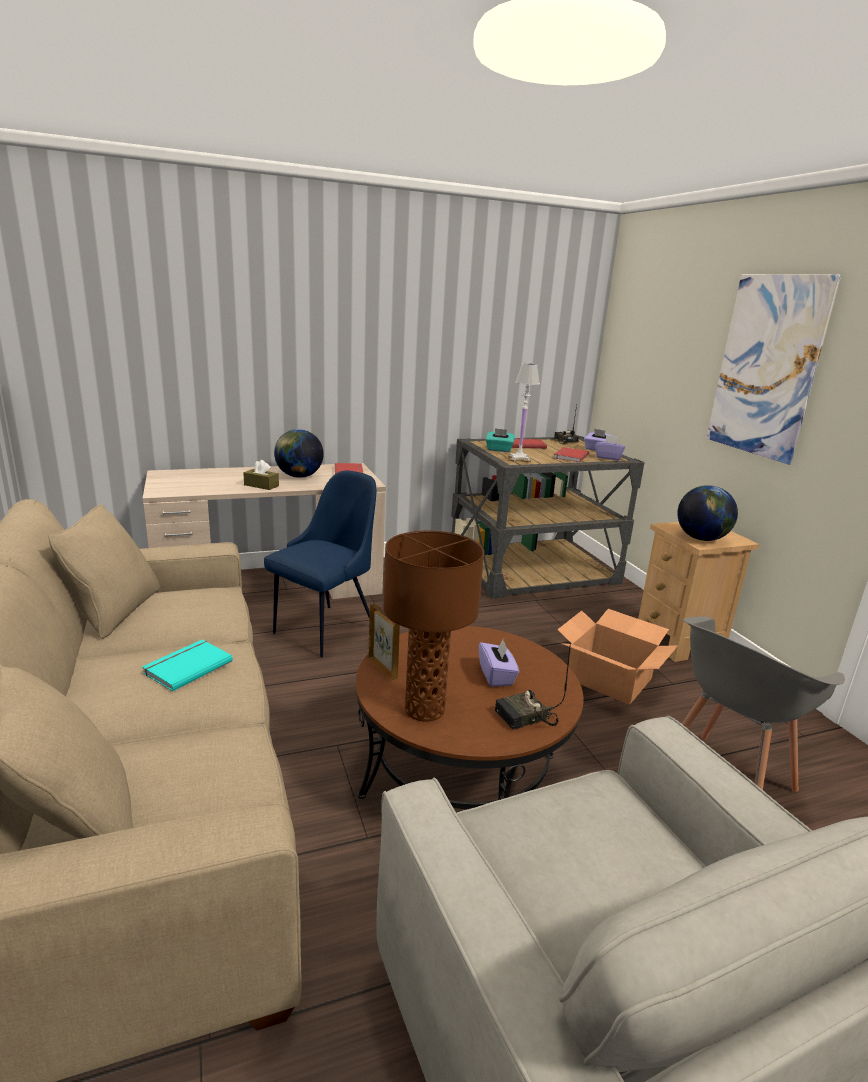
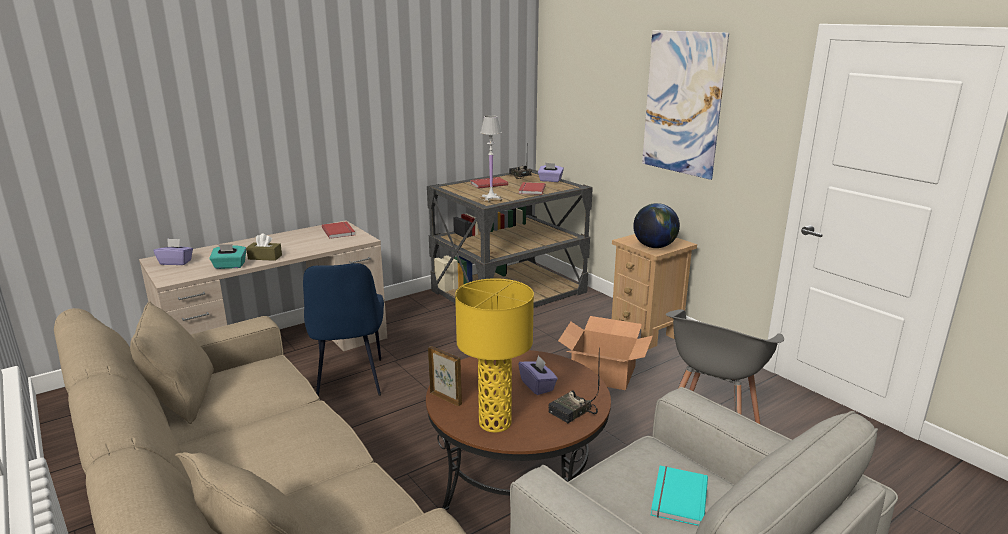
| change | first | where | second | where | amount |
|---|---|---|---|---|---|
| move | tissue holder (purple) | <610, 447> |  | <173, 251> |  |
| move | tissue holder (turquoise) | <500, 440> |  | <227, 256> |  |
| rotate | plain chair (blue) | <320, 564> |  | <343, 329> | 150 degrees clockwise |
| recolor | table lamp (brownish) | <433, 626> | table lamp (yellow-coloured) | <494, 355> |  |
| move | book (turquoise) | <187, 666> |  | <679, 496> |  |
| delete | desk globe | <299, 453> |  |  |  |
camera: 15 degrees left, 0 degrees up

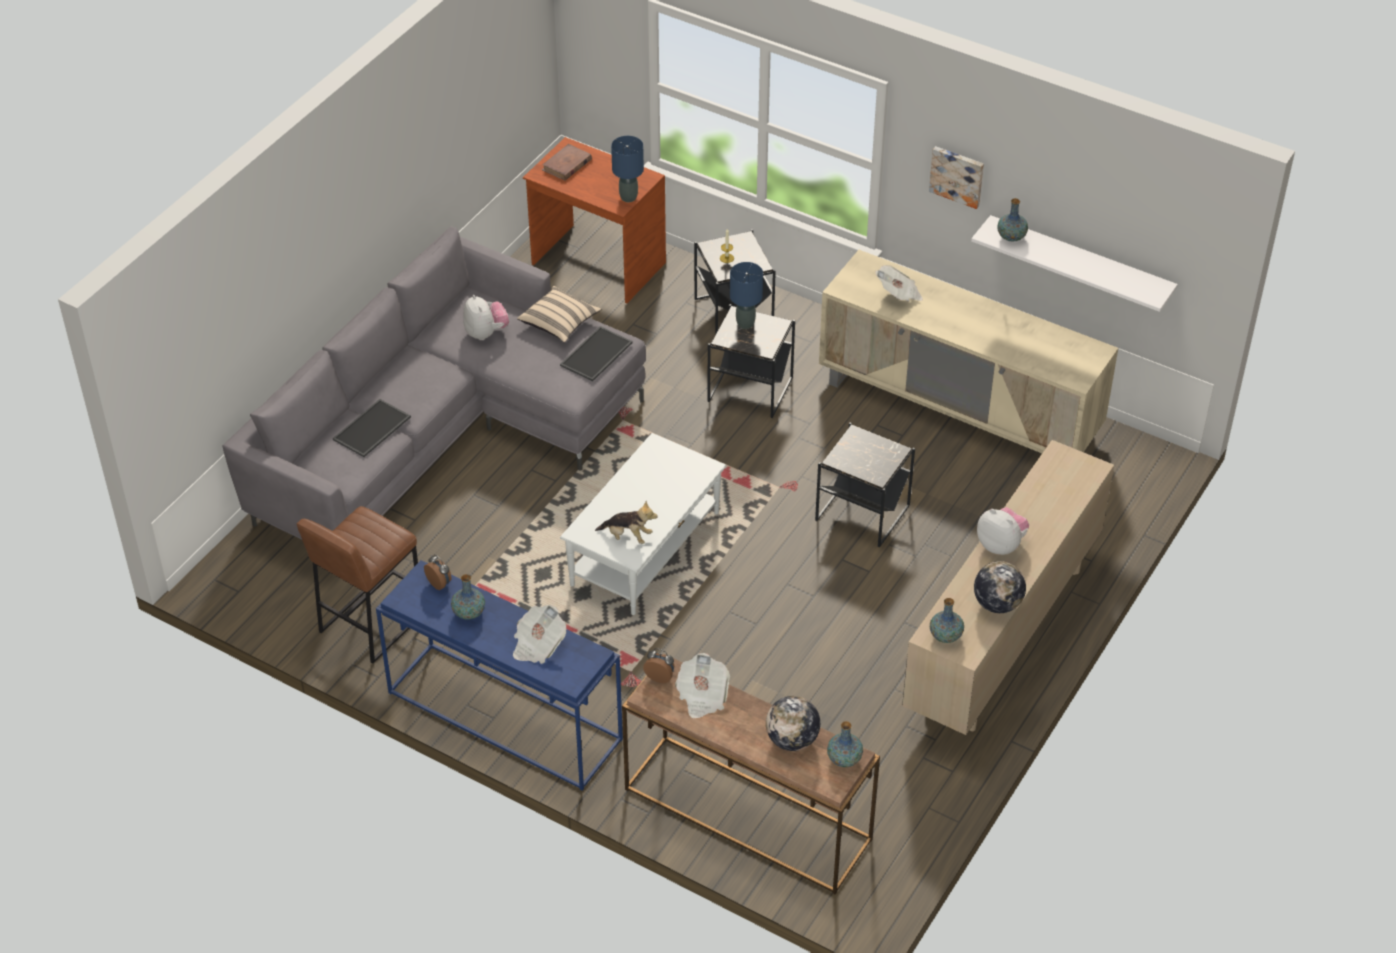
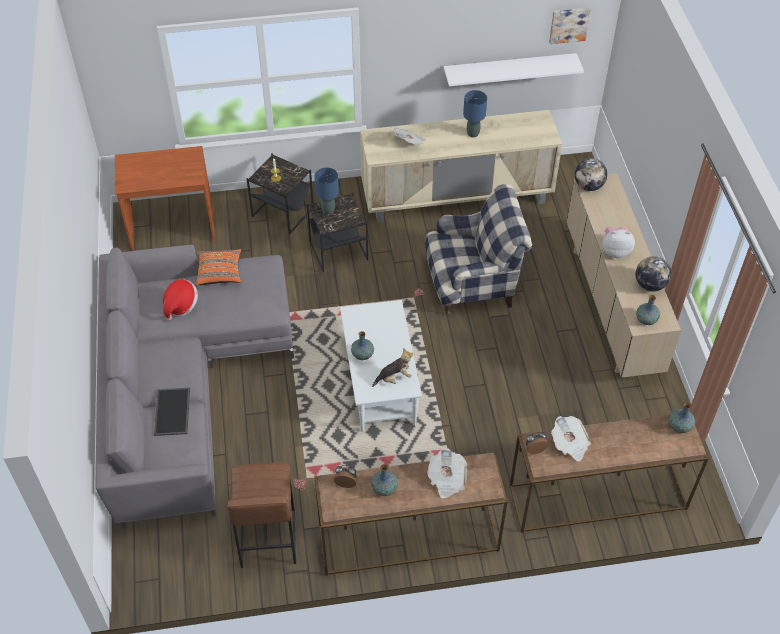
| change | first | where | second | where | amount |
|---|---|---|---|---|---|
| replace | soft toy | <486, 317> | wearable hat | <180, 300> |  |
| recolor | pillow (beige-coloured) | <559, 314> | pillow (orangey) | <218, 267> |  |
| recolor | narrow table (blue) | <499, 675> | narrow table (brownish) | <410, 514> |  |
| move | flower vase | <1012, 219> |  | <362, 345> |  |
| replace | accent table (black-coloured) | <865, 484> | armchair | <478, 249> |  |
| move | table lamp (blue) | <627, 169> |  | <475, 114> |  |
| move | wall picture | <956, 177> |  | <570, 26> |  |
| move | desk globe | <793, 723> |  | <591, 174> |  |
| delete | book (brownish) | <567, 162> |  |  |  |
| delete | tray | <596, 353> |  |  |  |
camera: 40 degrees left, 5 degrees up

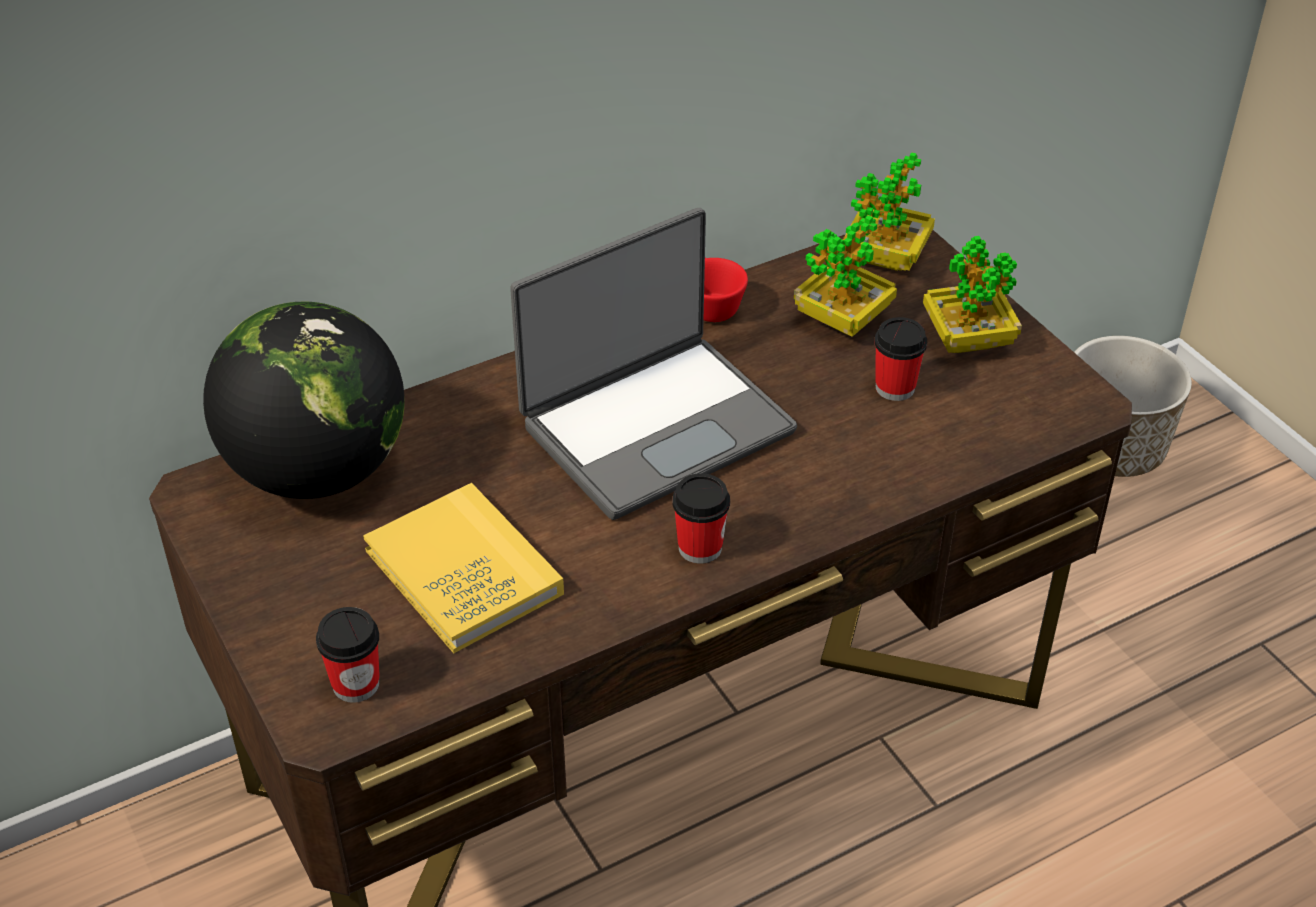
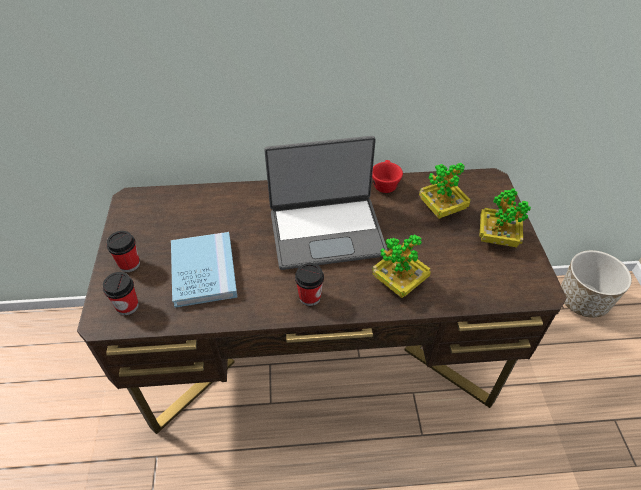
| change | first | where | second | where | amount |
|---|---|---|---|---|---|
| move | cup | <900, 359> |  | <123, 251> |  |
| recolor | book (yellow-coloured) | <463, 568> | book (blue) | <204, 270> |  |
| move | houseplant | <890, 211> |  | <401, 266> |  |
| delete | desk globe | <304, 400> |  |  |  |
camera: 25 degrees right, 5 degrees up

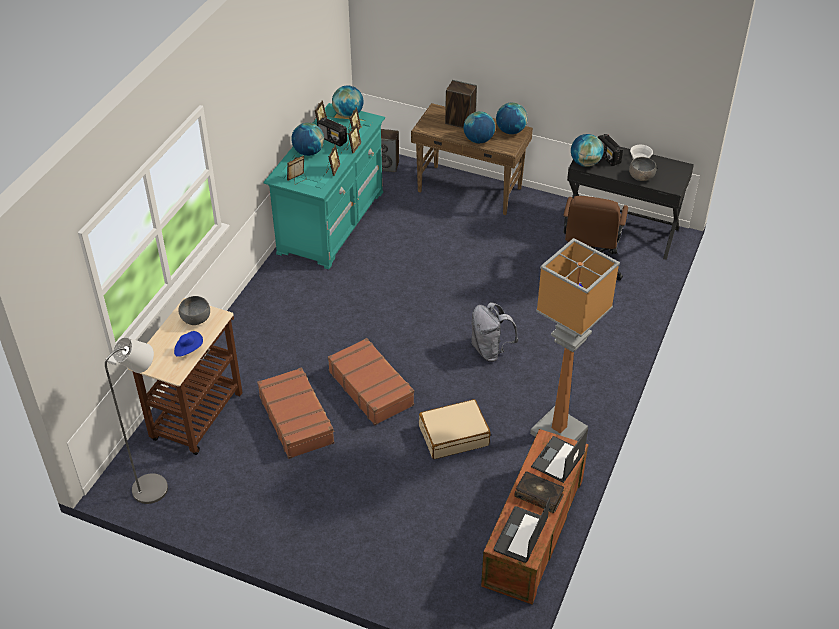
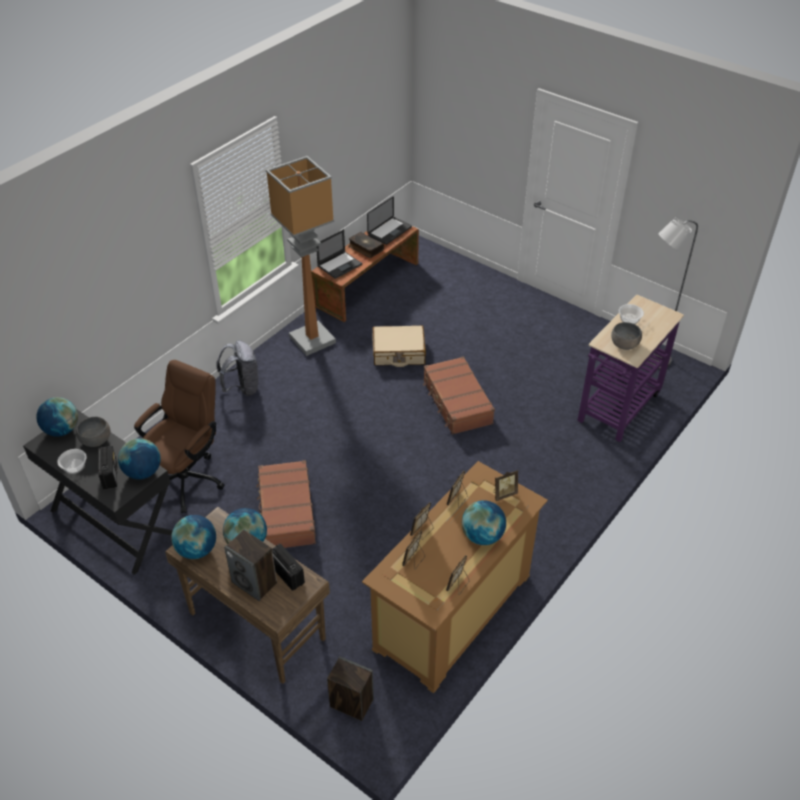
| change | first | where | second | where | amount |
|---|---|---|---|---|---|
| move | desk globe | <347, 101> |  | <57, 417> |  |
| move | backpack (greyish) | <494, 332> |  | <237, 368> |  |
| move | piece of luggage (brownish) | <296, 413> |  | <286, 504> |  |
| move | radio | <332, 132> |  | <288, 567> |  |
| recolor | dresser (turquoise) | <324, 186> | dresser (brownish) | <455, 577> |  |
| recolor | trolley (brownish) | <185, 376> | trolley (purple) | <630, 368> |  |
| replace | wearable hat (blue) | <188, 344> | deep dish | <631, 314> |  |
camera: 165 degrees left, 0 degrees up

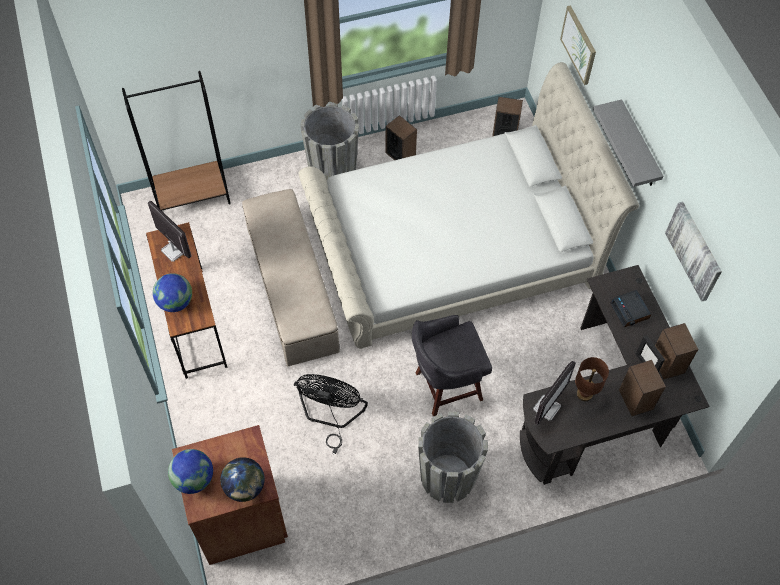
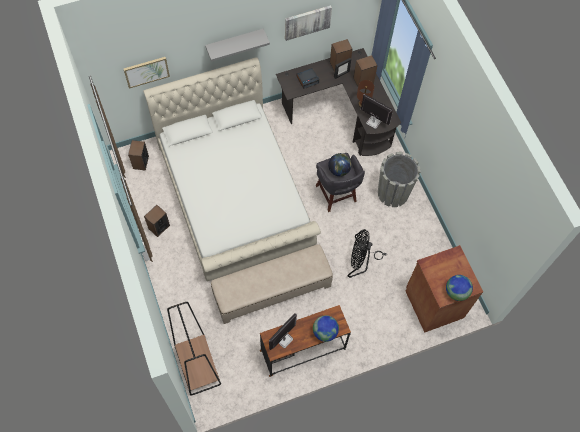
| change | first | where | second | where | amount |
|---|---|---|---|---|---|
| move | desk globe | <242, 479> |  | <339, 164> |  |
| delete | plant pot (greyish) | <329, 141> |  |  |  |
camera: 95 degrees left, 5 degrees up

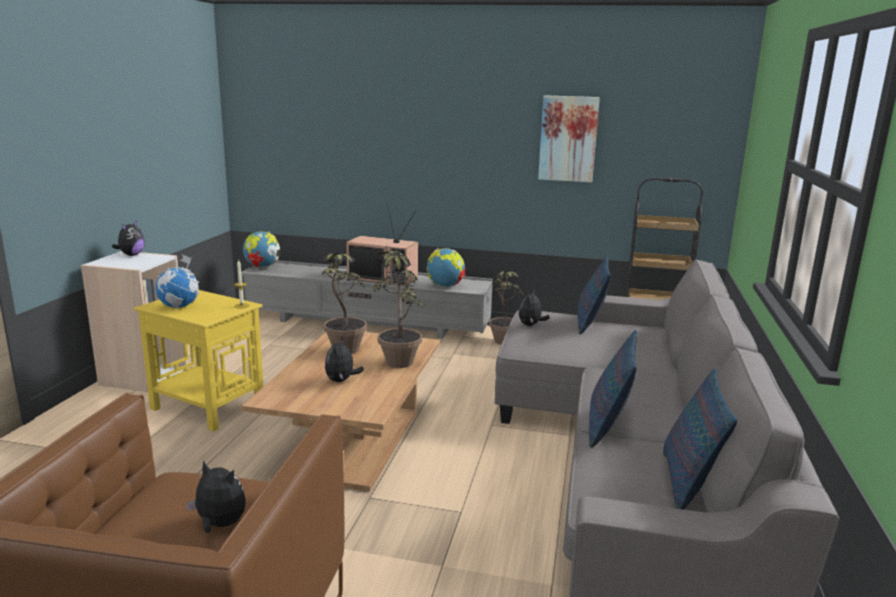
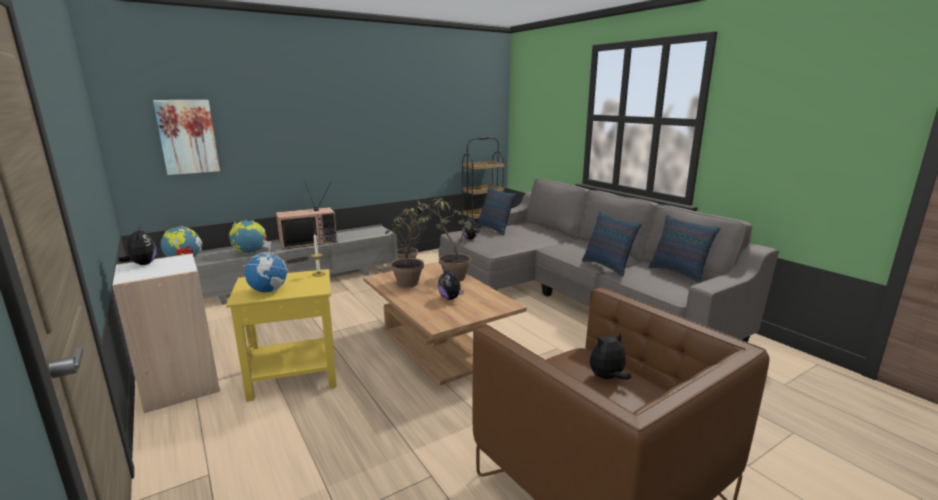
| change | first | where | second | where | amount |
|---|---|---|---|---|---|
| move | wall picture | <569, 138> |  | <186, 137> |  |
| move | desk globe | <446, 268> |  | <248, 237> |  |
camera: 45 degrees left, 0 degrees up

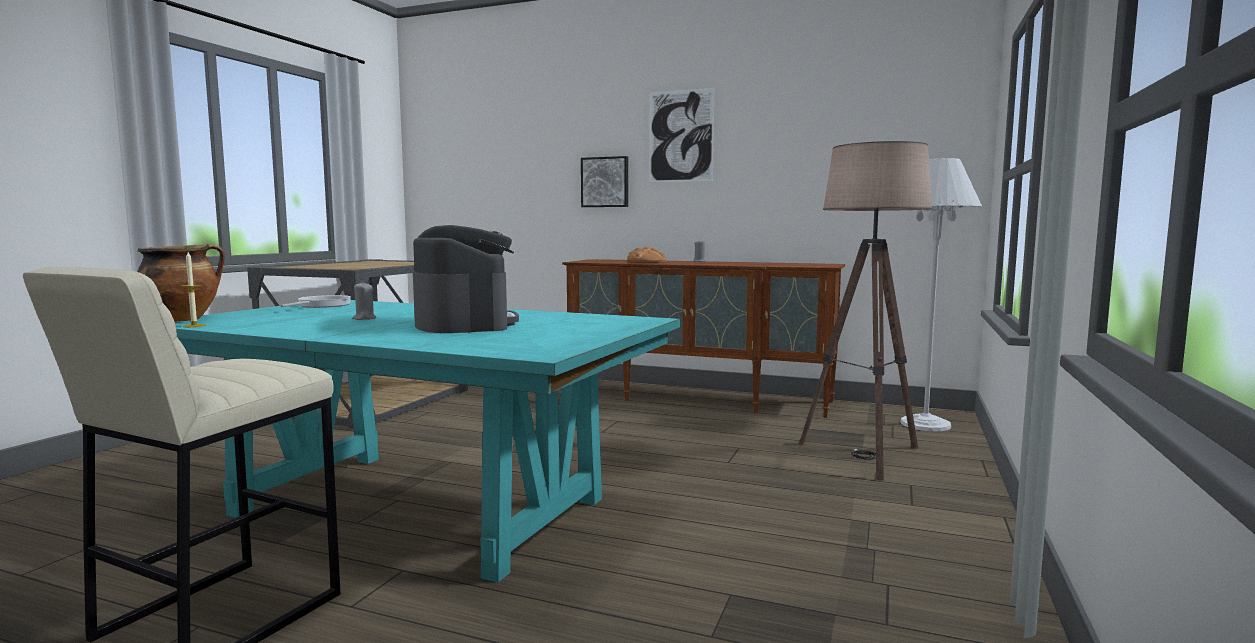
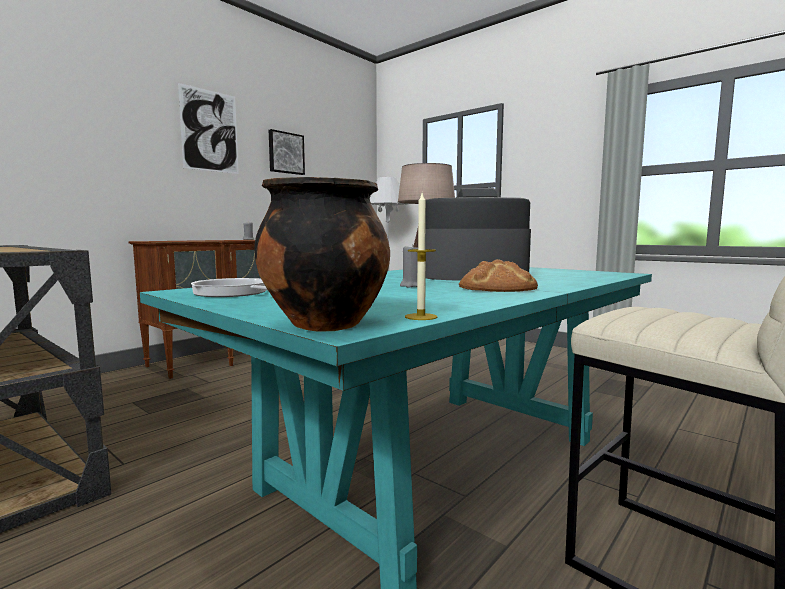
| change | first | where | second | where | amount |
|---|---|---|---|---|---|
| move | wall picture | <604, 181> |  | <287, 152> |  |
| move | baked bread | <646, 254> |  | <498, 275> |  |
camera: 70 degrees left, 0 degrees up

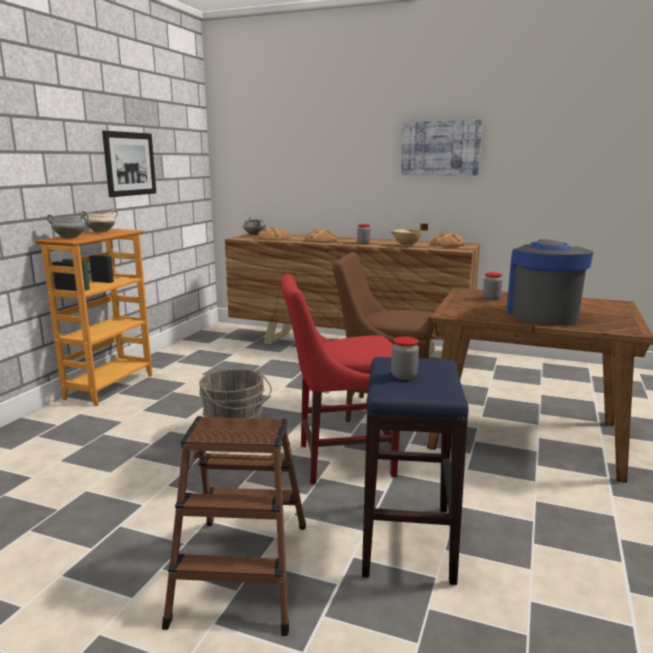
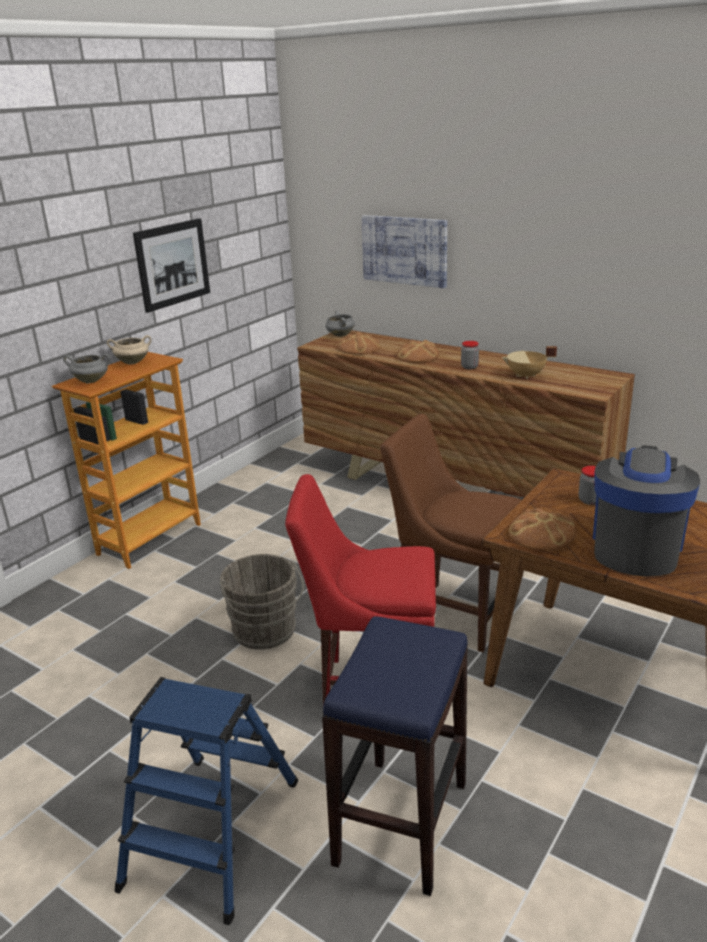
| change | first | where | second | where | amount |
|---|---|---|---|---|---|
| recolor | step stool (brownish) | <234, 526> | step stool (blue) | <206, 801> |  |
| move | wall picture | <441, 147> |  | <404, 251> |  |
| move | baked bread | <448, 239> |  | <542, 529> |  |
| delete | jar | <405, 358> |  |  |  |
camera: 15 degrees right, 10 degrees up

